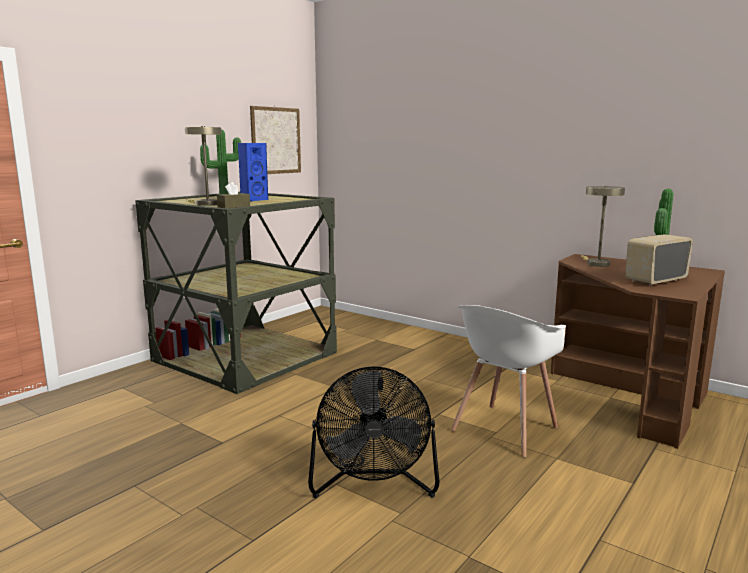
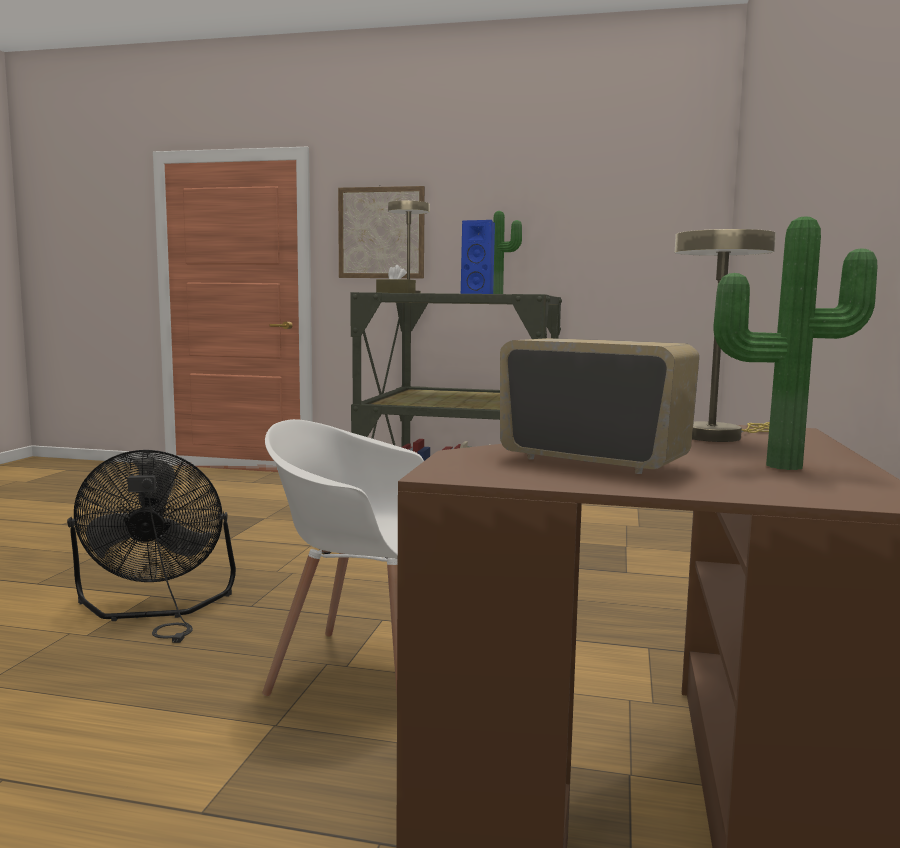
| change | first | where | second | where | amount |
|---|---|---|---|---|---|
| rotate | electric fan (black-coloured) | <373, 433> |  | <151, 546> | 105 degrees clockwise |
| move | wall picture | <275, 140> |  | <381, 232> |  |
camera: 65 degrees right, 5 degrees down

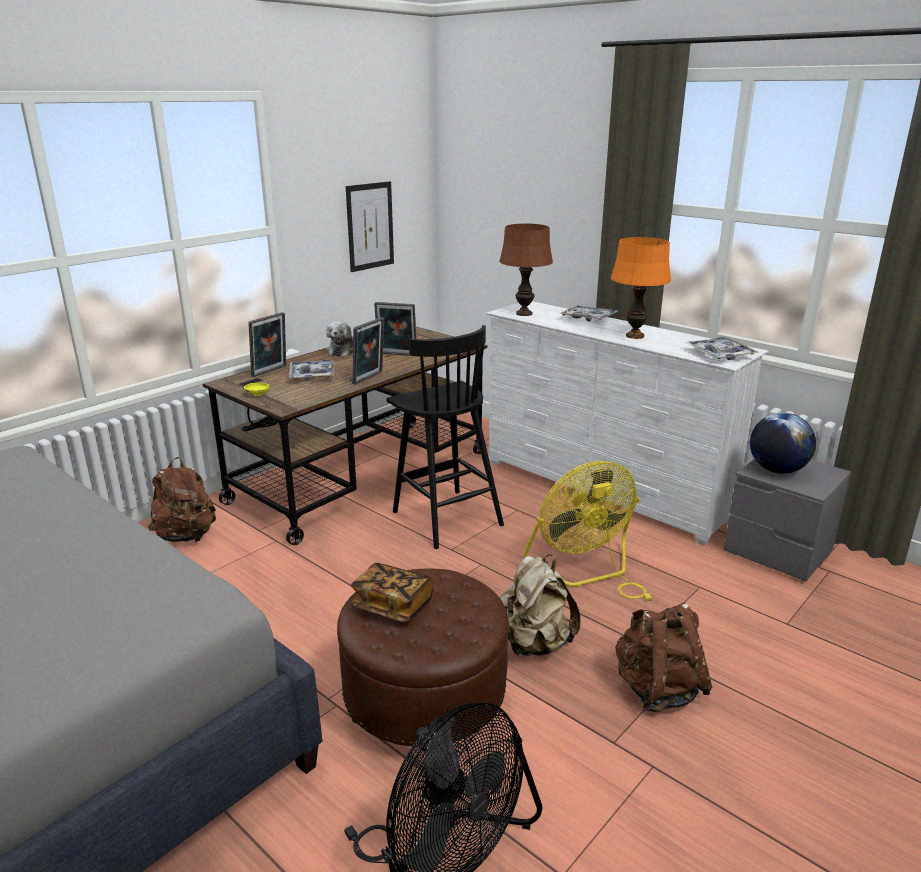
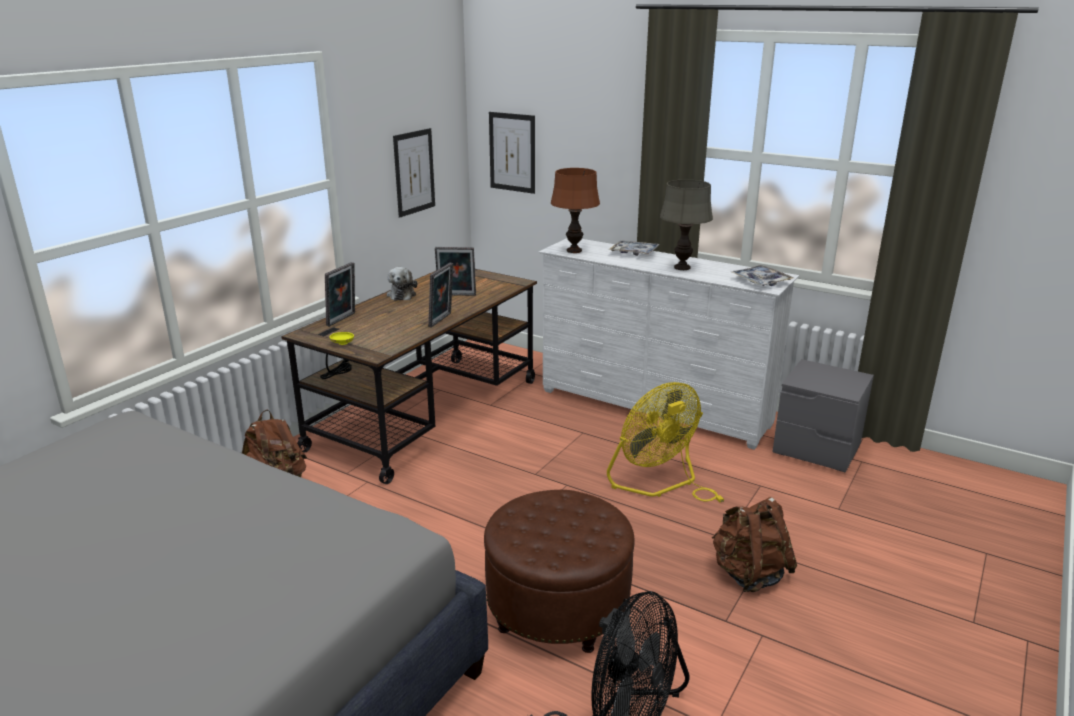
| change | first | where | second | where | amount |
|---|---|---|---|---|---|
| insert |  |  | wall picture | <512, 153> |  |
| recolor | table lamp (orangey) | <641, 288> | table lamp (greyish) | <686, 224> |  |
| delete | tray | <311, 370> |  |  |  |
| delete | book | <392, 592> |  |  |  |
| delete | stool seat (black-coloured) | <445, 437> |  |  |  |
| delete | backpack (beige-coloured) | <540, 605> |  |  |  |
| delete | desk globe | <783, 443> |  |  |  |
camera: 10 degrees left, 0 degrees up

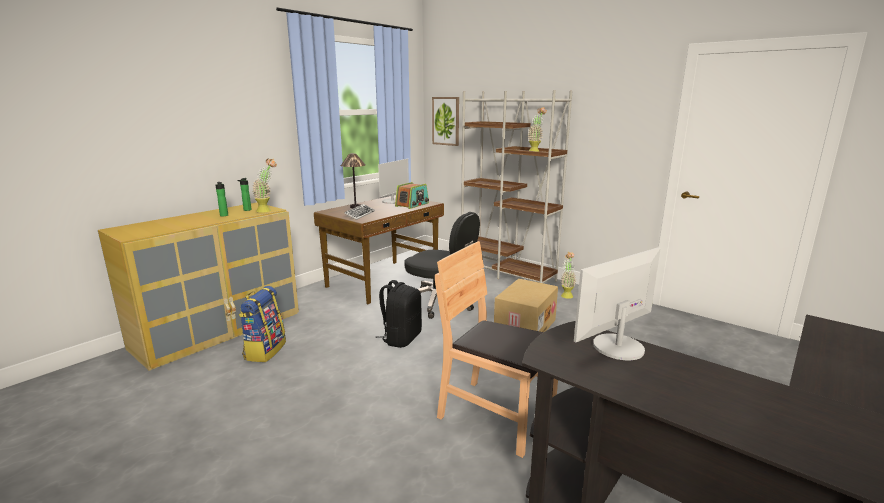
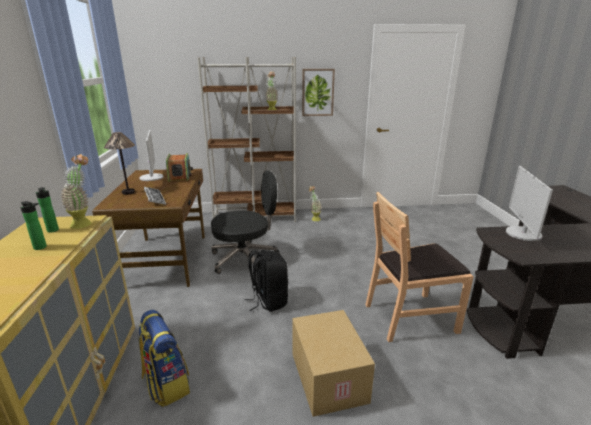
| change | first | where | second | where | amount |
|---|---|---|---|---|---|
| move | carton | <526, 305> |  | <333, 363> |  |
| move | wall picture | <445, 121> |  | <318, 92> |  |
camera: 45 degrees left, 5 degrees up

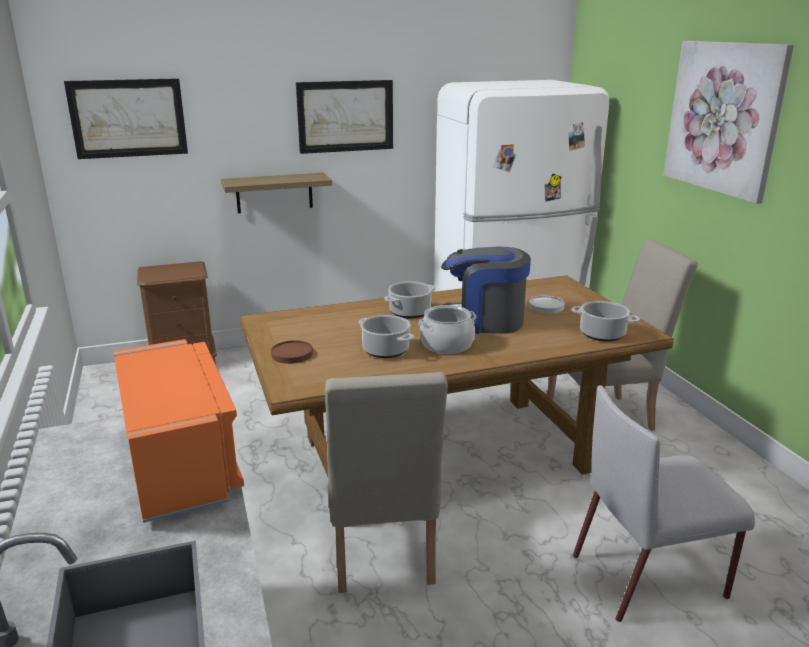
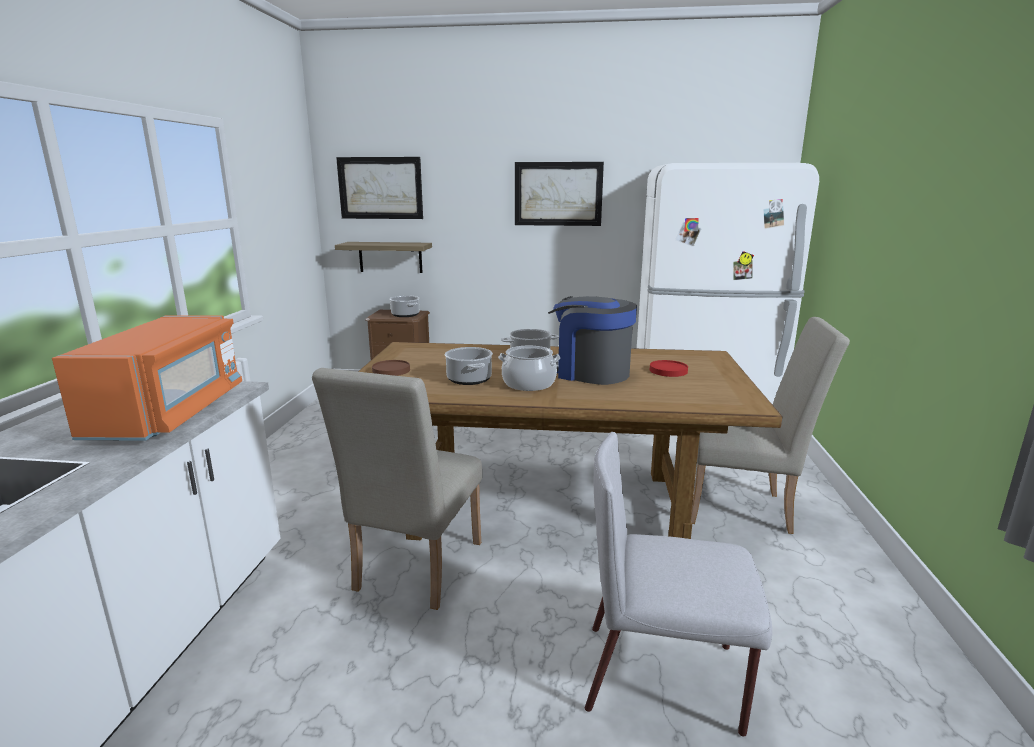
| change | first | where | second | where | amount |
|---|---|---|---|---|---|
| move | wall shelf | <276, 193> |  | <383, 257> |  |
| move | saucepot | <605, 321> |  | <404, 306> |  |
| recolor | dinner plate (white) | <546, 305> | dinner plate (red) | <669, 368> |  |
| delete | wall picture | <728, 122> |  |  |  |
camera: 25 degrees right, 5 degrees down

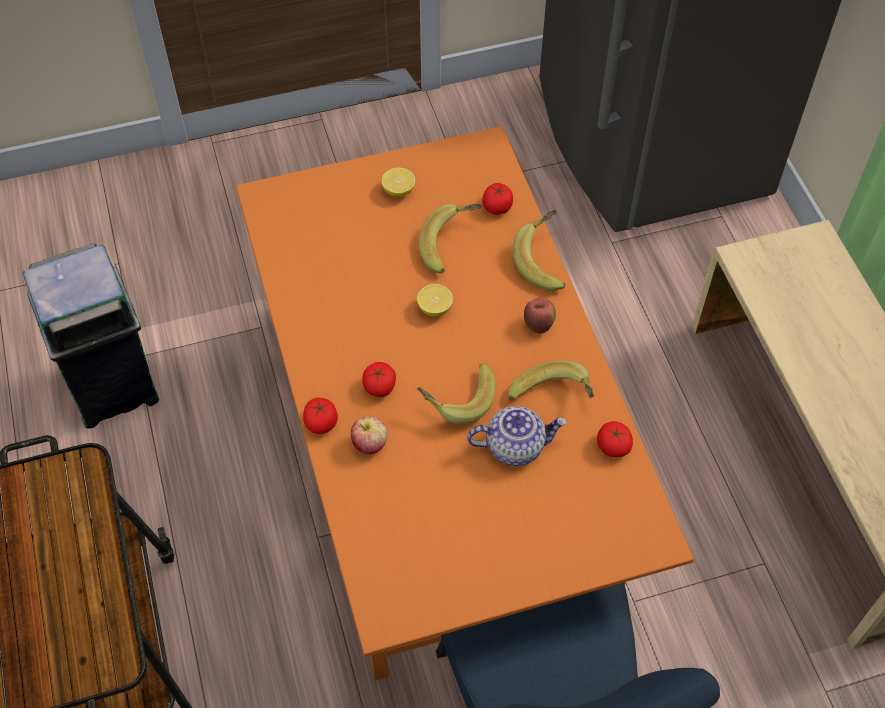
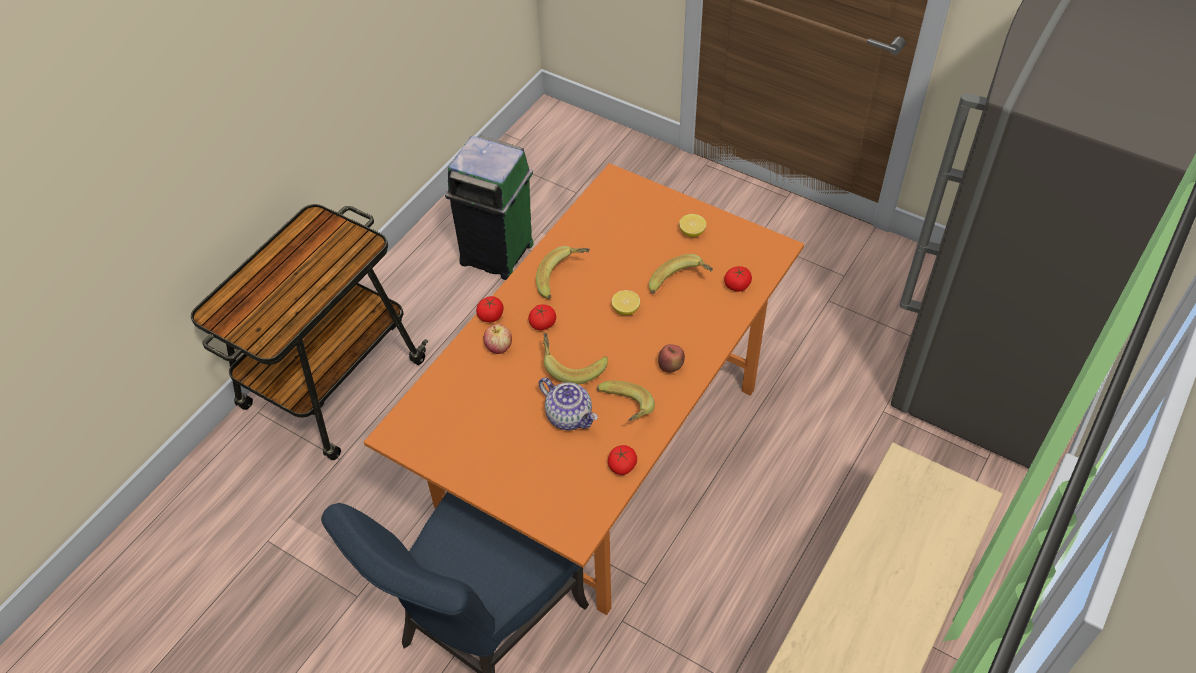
| change | first | where | second | where | amount |
|---|---|---|---|---|---|
| move | banana fruit | <539, 250> |  | <563, 272> |  |
camera: 50 degrees right, 5 degrees down

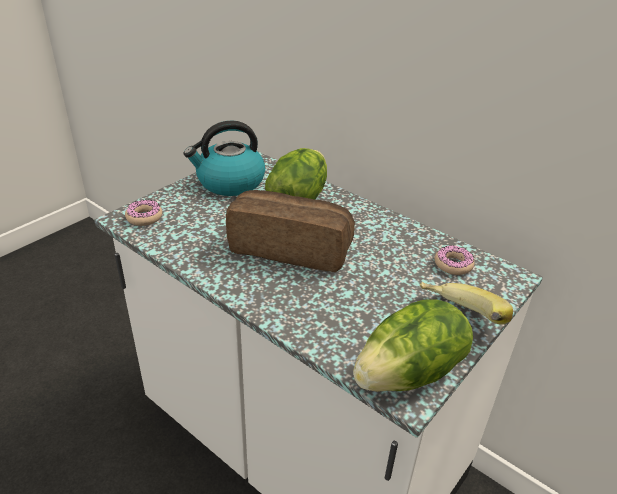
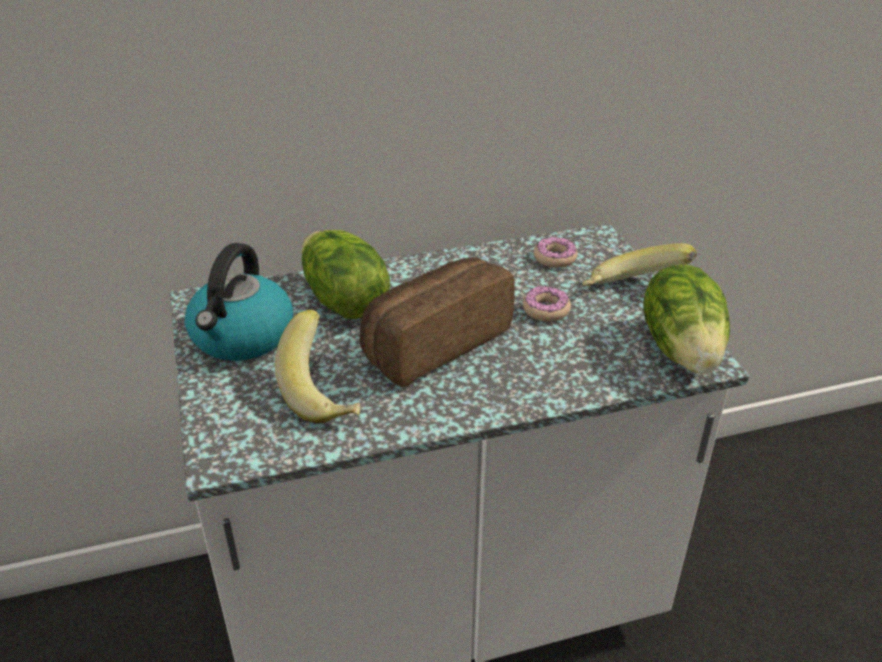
| change | first | where | second | where | amount |
|---|---|---|---|---|---|
| insert |  |  | banana fruit | <317, 366> |  |
| move | ring doughnut | <143, 213> |  | <547, 304> |  |
camera: 55 degrees left, 0 degrees up

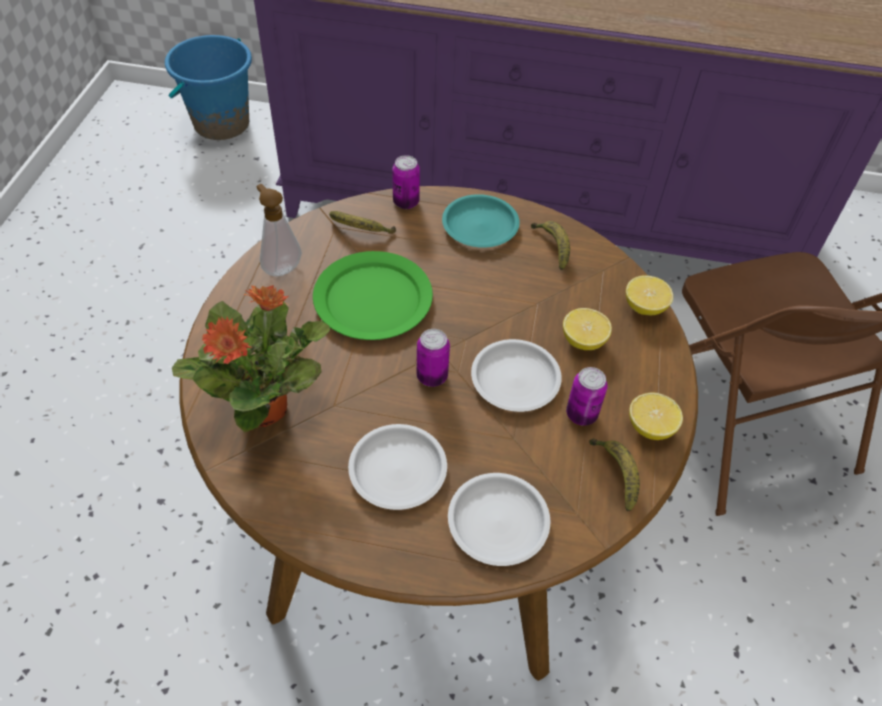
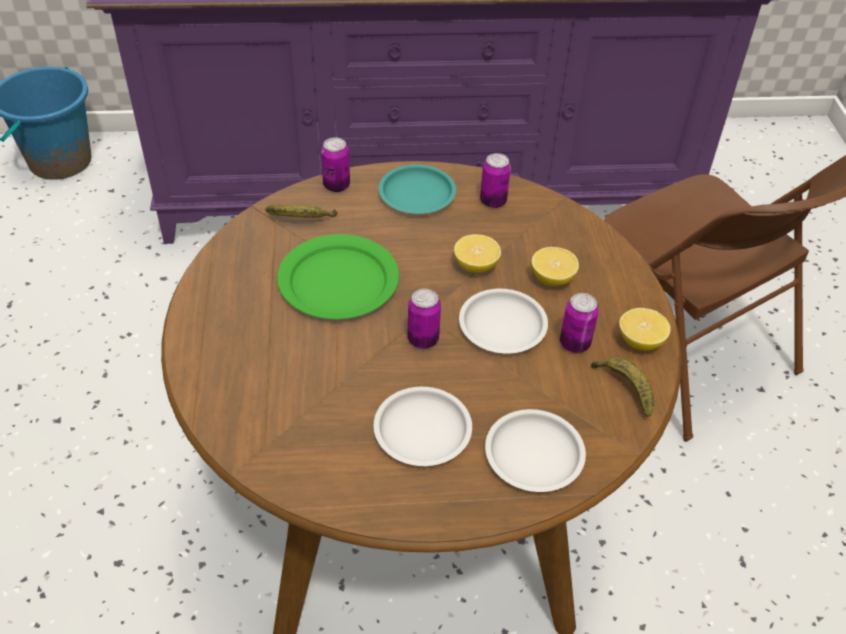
| change | first | where | second | where | amount |
|---|---|---|---|---|---|
| move | citrus fruit | <649, 295> |  | <477, 253> |  |
| replace | banana fruit | <550, 245> | metal can | <495, 180> |  |
| delete | houseplant | <251, 358> |  |  |  |
| delete | liquid soap bottle | <279, 230> |  |  |  |
camera: 15 degrees left, 5 degrees down

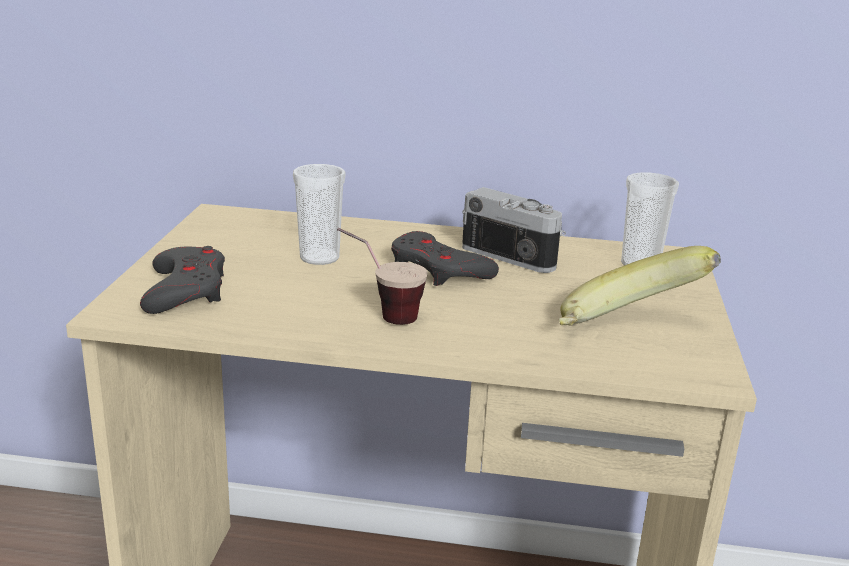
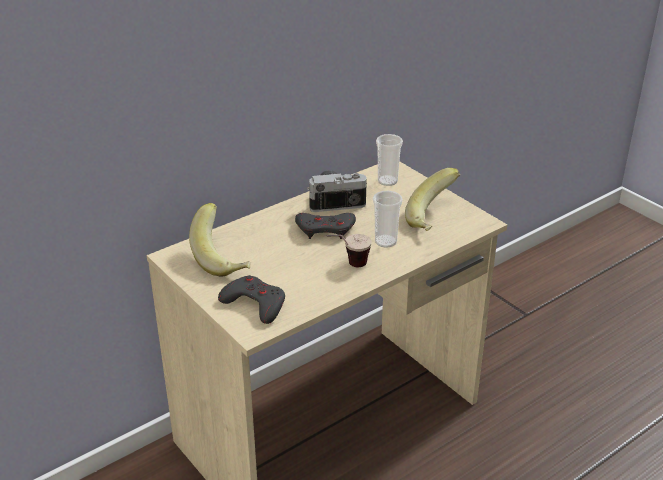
| change | first | where | second | where | amount |
|---|---|---|---|---|---|
| insert |  |  | banana fruit | <219, 240> |  |
| move | cup | <319, 214> |  | <388, 219> |  |
camera: 45 degrees left, 10 degrees up

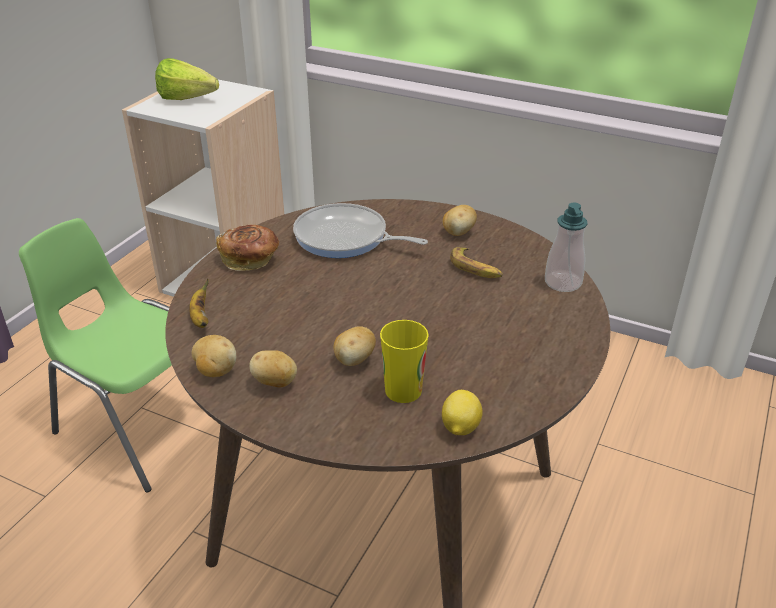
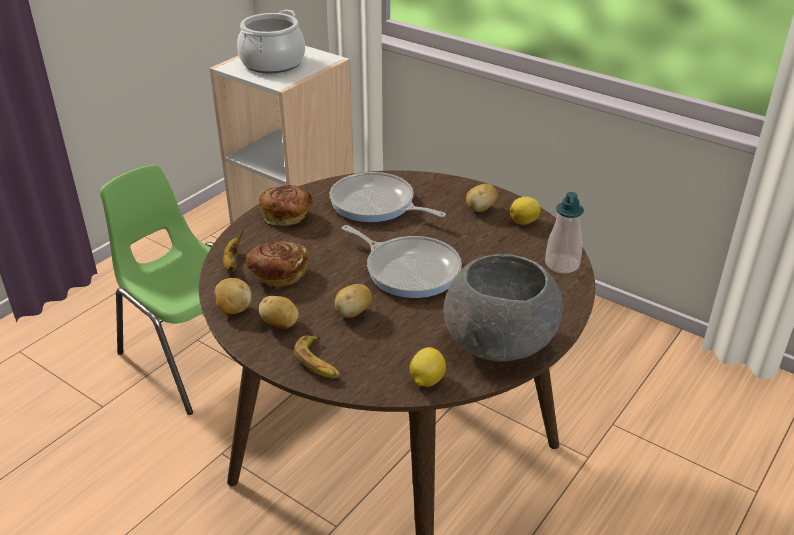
| change | first | where | second | where | amount |
|---|---|---|---|---|---|
| replace | lettuce | <187, 79> | saucepot | <271, 41> |  |
| insert |  |  | baked bread | <277, 265> |  |
| move | banana fruit | <476, 262> |  | <317, 357> |  |
| insert |  |  | skillet | <402, 261> |  |
| insert |  |  | deep dish (greyish) | <503, 308> |  |
| insert |  |  | citrus fruit | <525, 211> |  |
| delete | cup | <404, 361> |  |  |  |
camera: 10 degrees right, 0 degrees up

